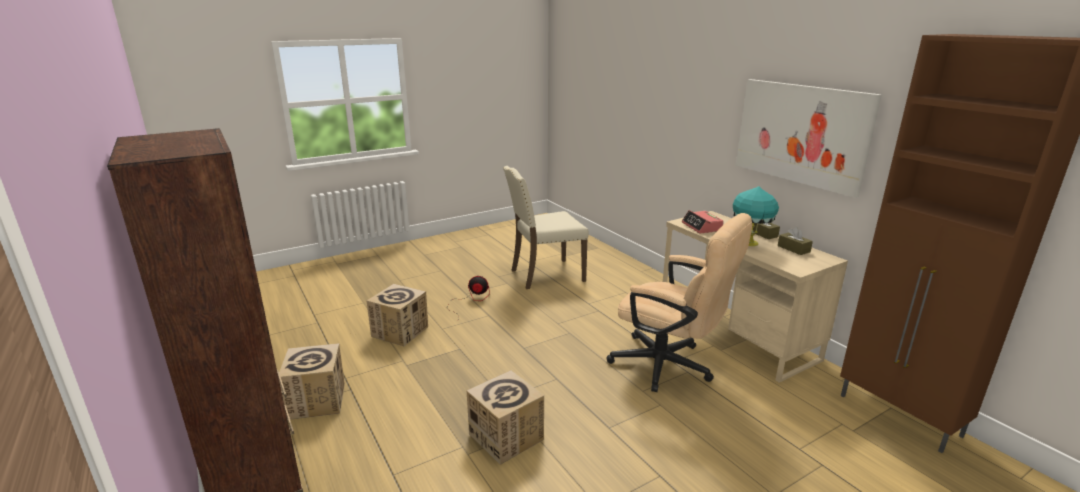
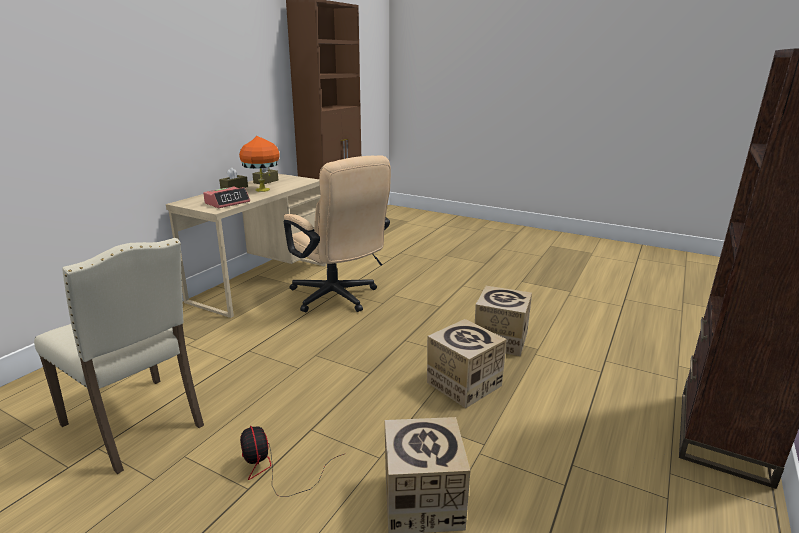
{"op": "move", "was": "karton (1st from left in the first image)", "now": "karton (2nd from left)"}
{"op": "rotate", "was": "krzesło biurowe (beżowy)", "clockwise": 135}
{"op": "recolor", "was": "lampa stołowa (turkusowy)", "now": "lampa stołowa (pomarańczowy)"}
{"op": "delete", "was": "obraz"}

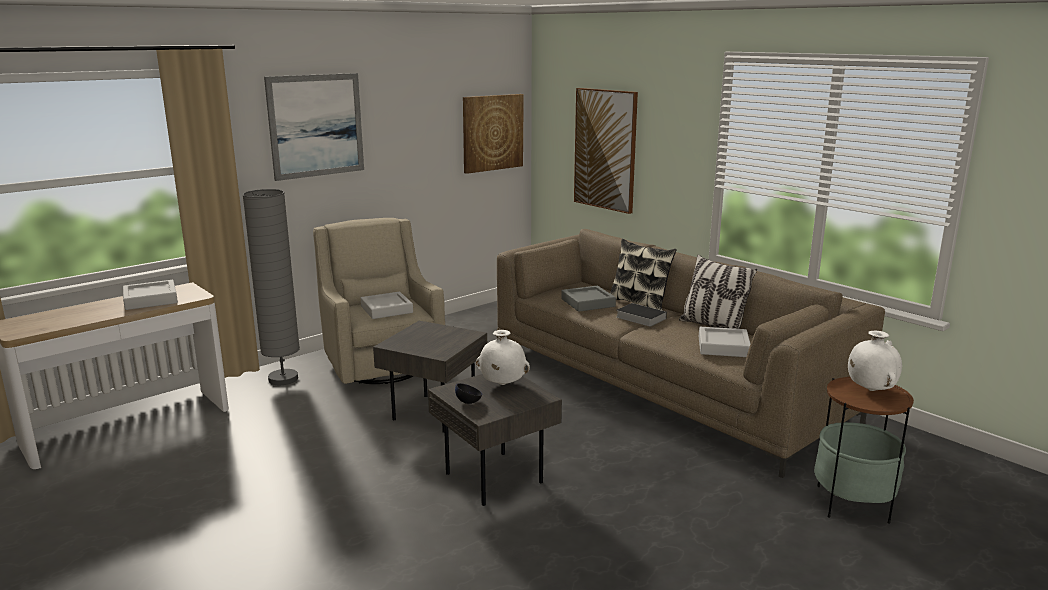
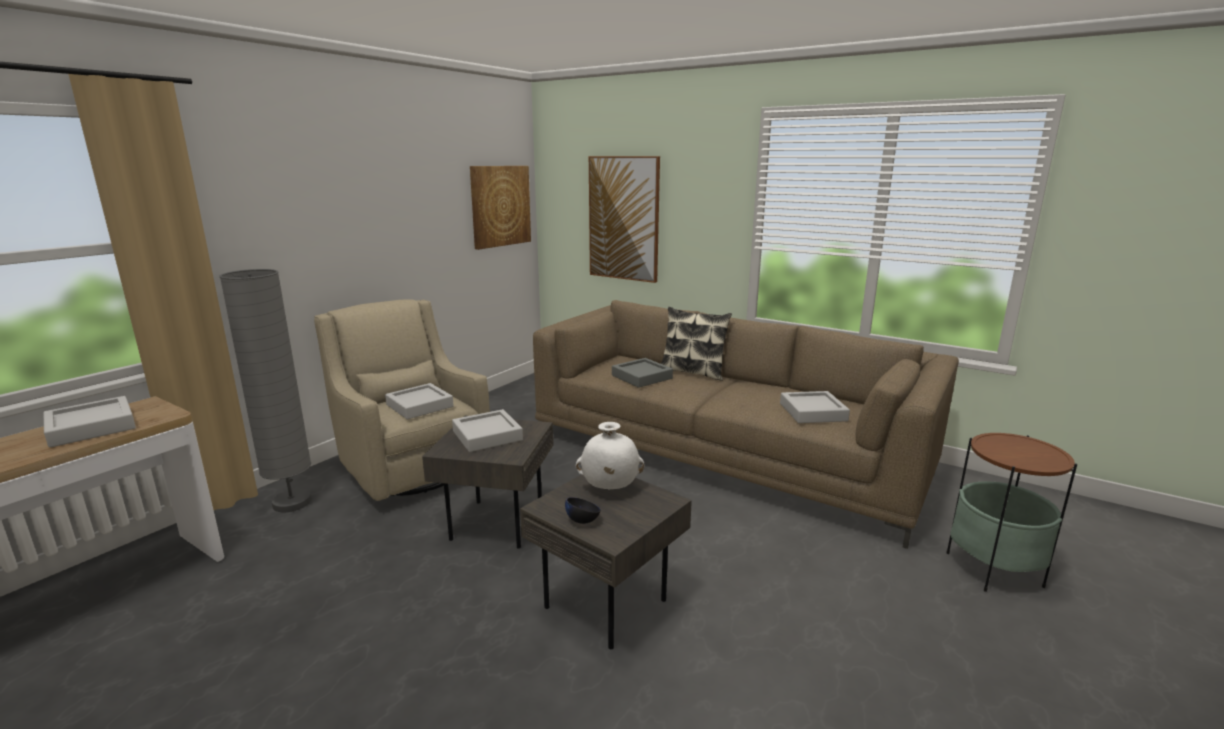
{"op": "delete", "was": "obraz (1st from left)"}
{"op": "delete", "was": "książka"}
{"op": "delete", "was": "poduszka (2nd from left)"}
{"op": "delete", "was": "wazon (biały) (2nd from left)"}
{"op": "insert", "now": "taca (szary) (3rd from left)"}

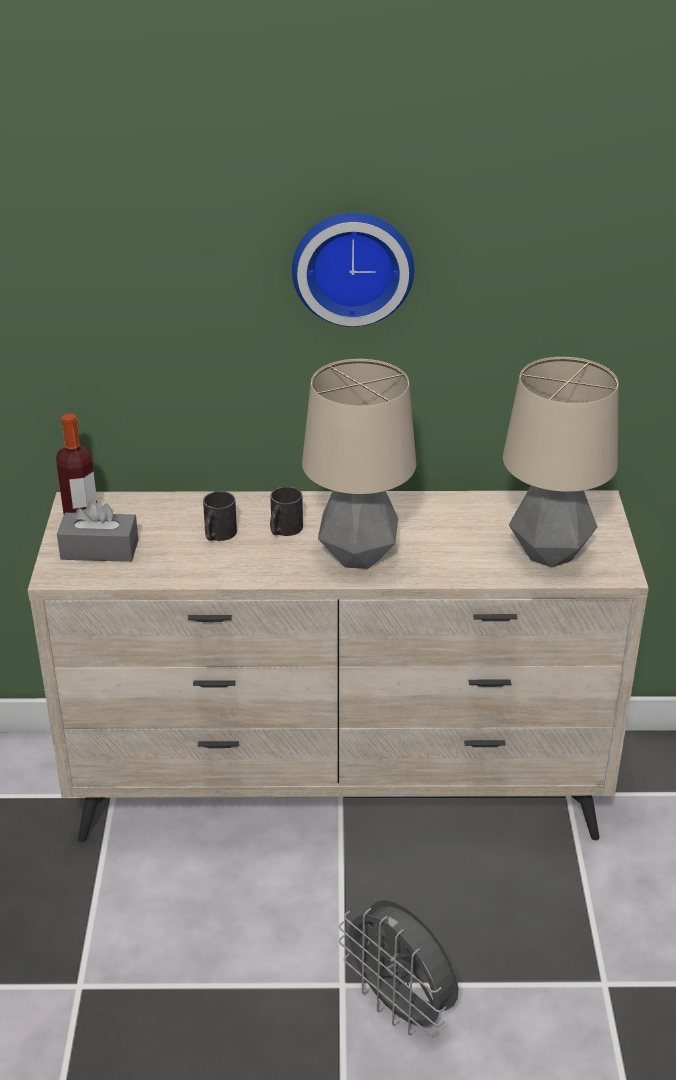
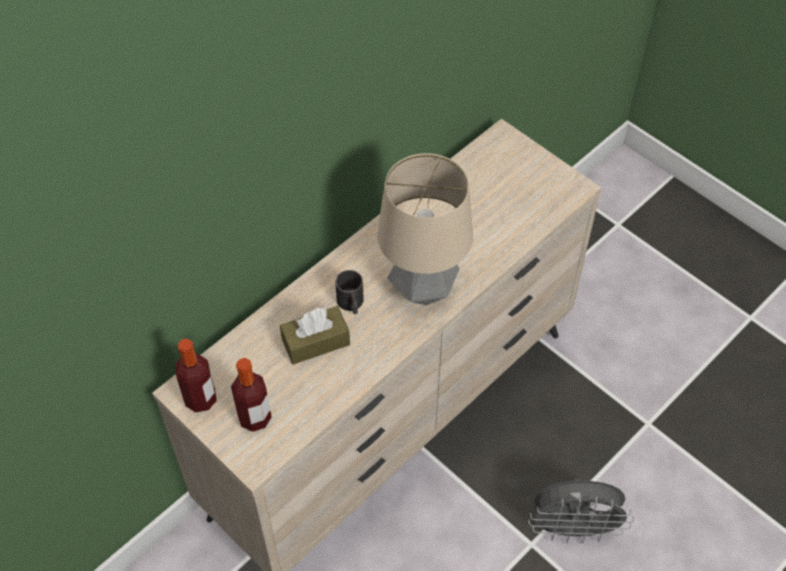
{"op": "replace", "was": "pudełko chusteczek (szary)", "now": "butelka (2nd from left)"}
{"op": "replace", "was": "kubek (czarny) (1st from left)", "now": "pudełko chusteczek (brązowy)"}
{"op": "delete", "was": "zegar ścienny"}
{"op": "delete", "was": "lampa stołowa (2nd from left)"}

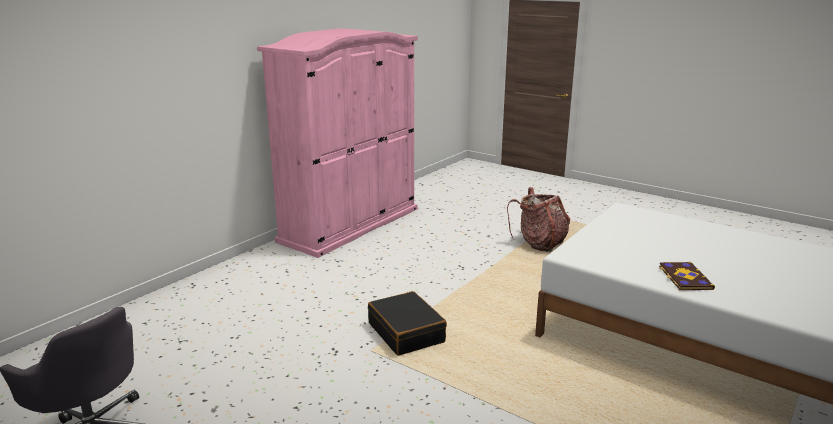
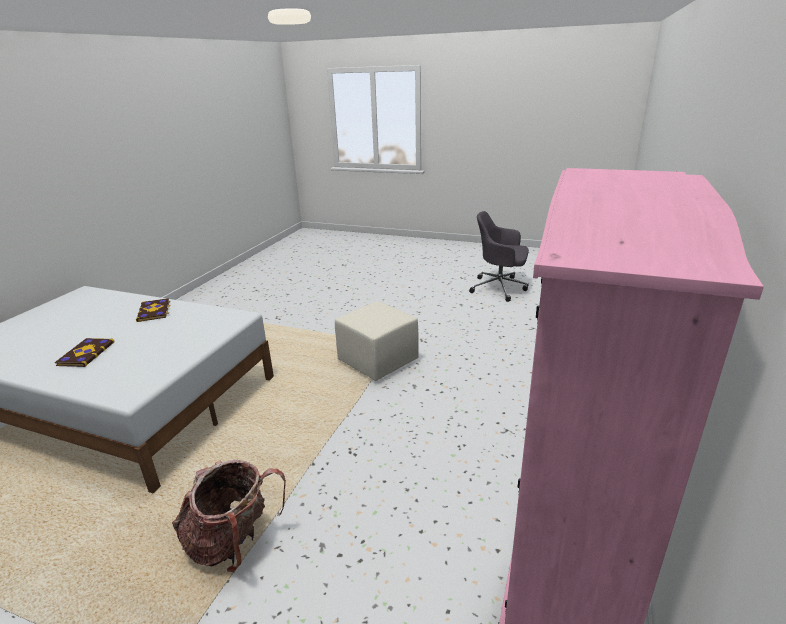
{"op": "replace", "was": "walizka (czarny)", "now": "pufa (beżowy)"}
{"op": "insert", "now": "książka (1st from left)"}

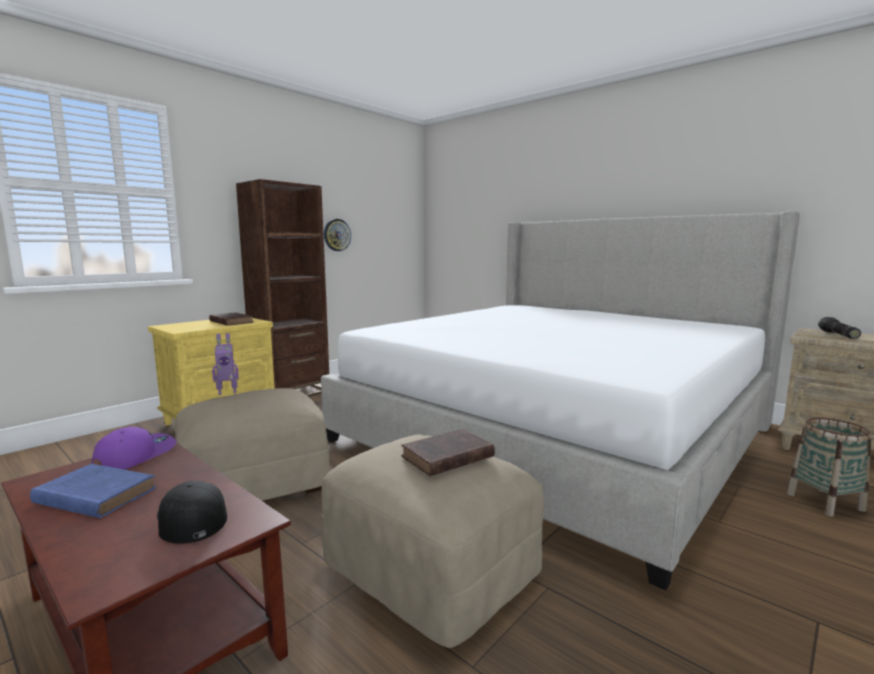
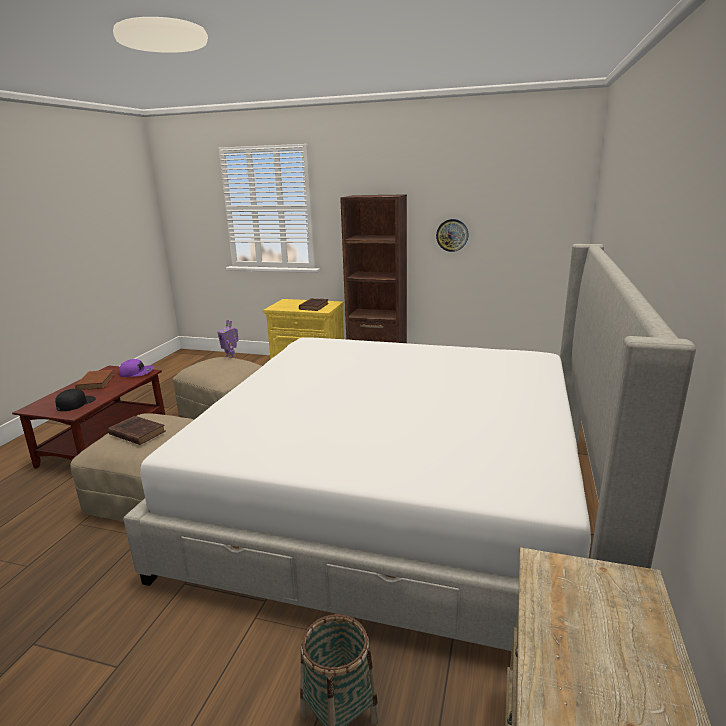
{"op": "recolor", "was": "książka (niebieski)", "now": "książka (brązowy) (1st from left)"}
{"op": "delete", "was": "latarka"}

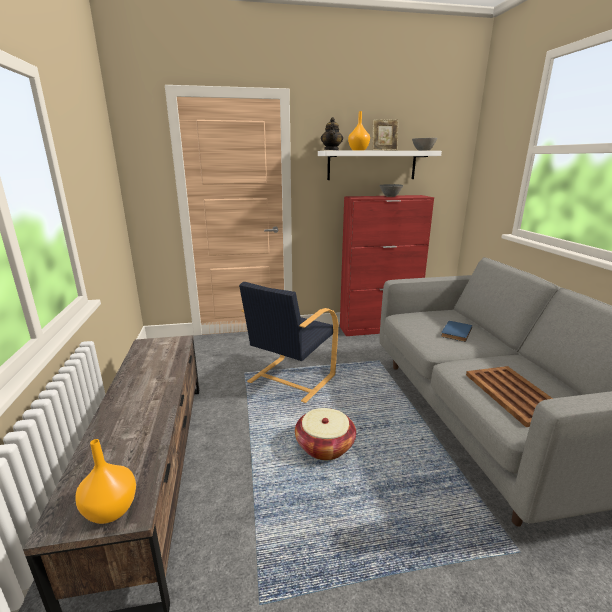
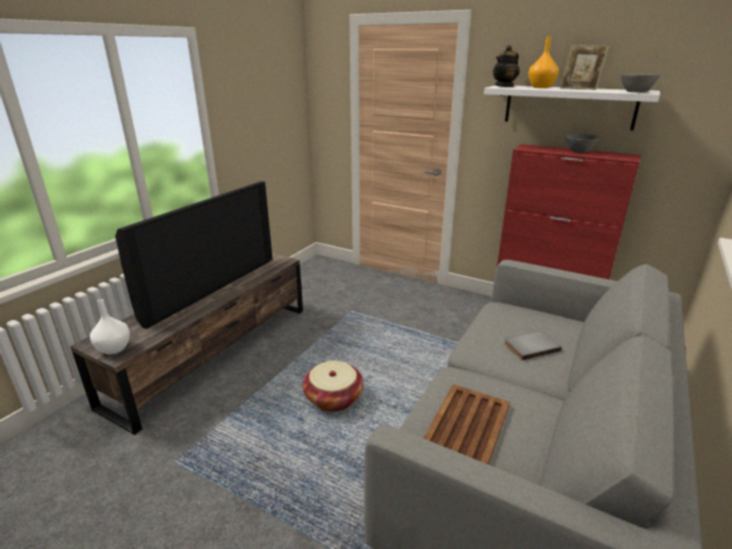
{"op": "recolor", "was": "wazon (pomarańczowy) (1st from left)", "now": "wazon (biały)"}
{"op": "delete", "was": "fotel (czarny)"}
{"op": "recolor", "was": "książka (niebieski)", "now": "książka (szary)"}
{"op": "insert", "now": "telewizor"}

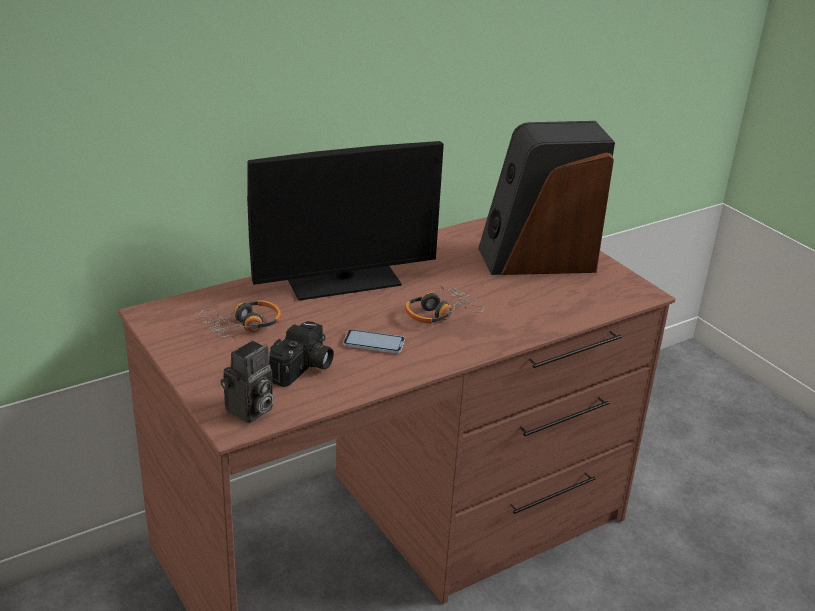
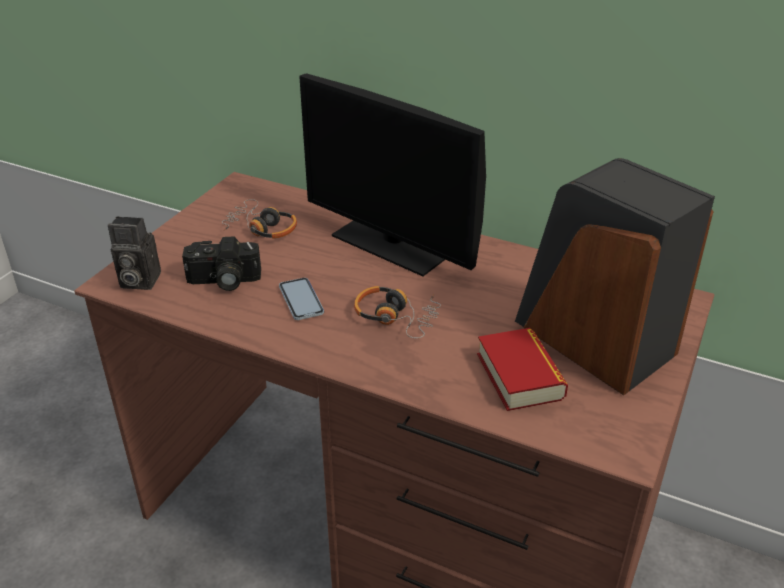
{"op": "insert", "now": "książka"}

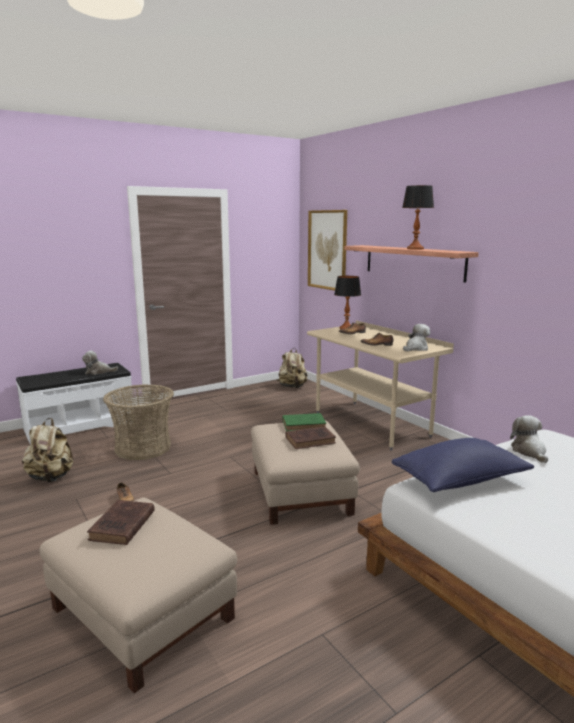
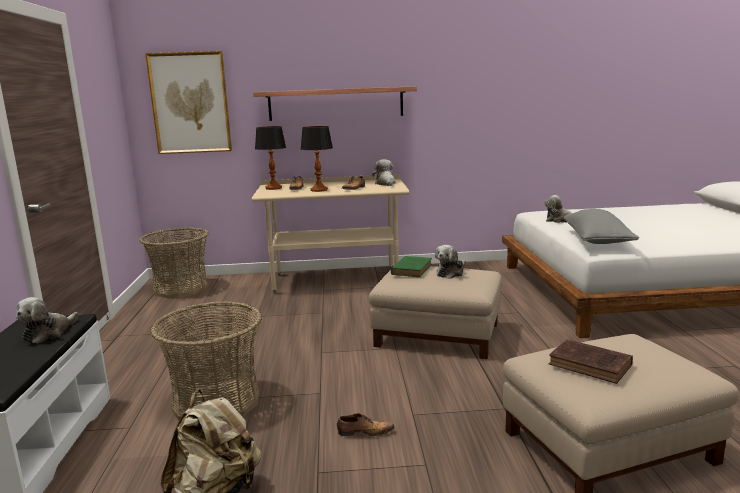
{"op": "replace", "was": "plecak (beżowy) (2nd from left)", "now": "koszyk (1st from left)"}
{"op": "replace", "was": "książka (brązowy) (2nd from left)", "now": "pluszak (3rd from left)"}
{"op": "recolor", "was": "poduszka (niebieski)", "now": "poduszka (szary)"}
{"op": "move", "was": "lampa stołowa (2nd from left)"}

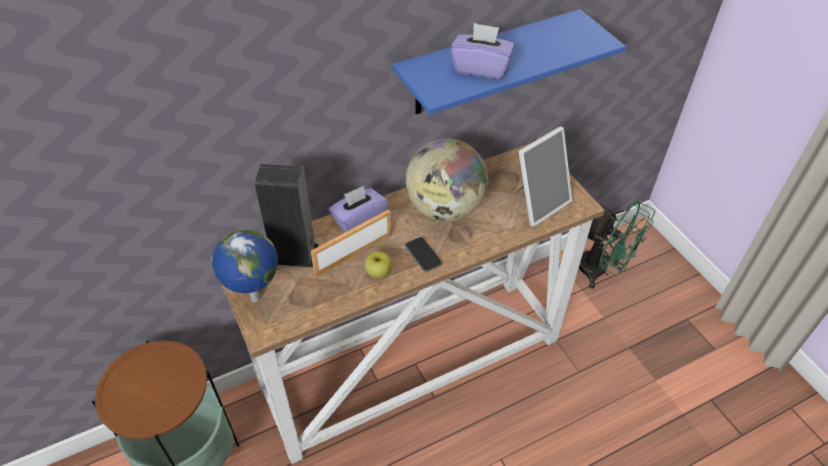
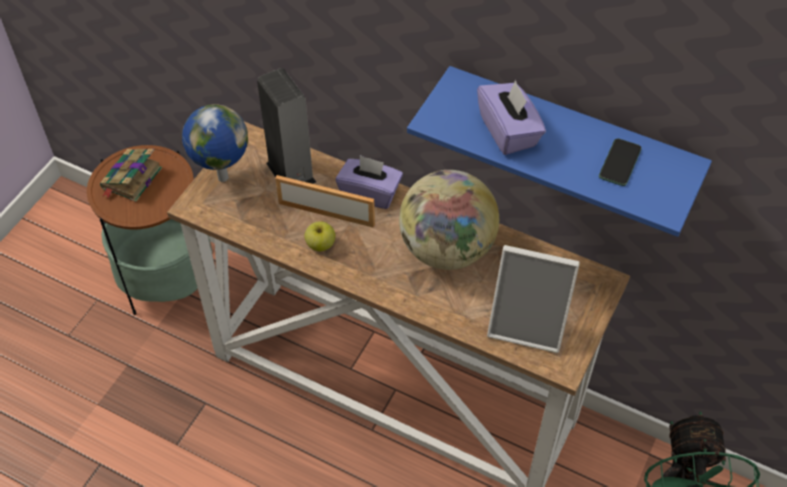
{"op": "move", "was": "telefon"}
{"op": "insert", "now": "książka"}

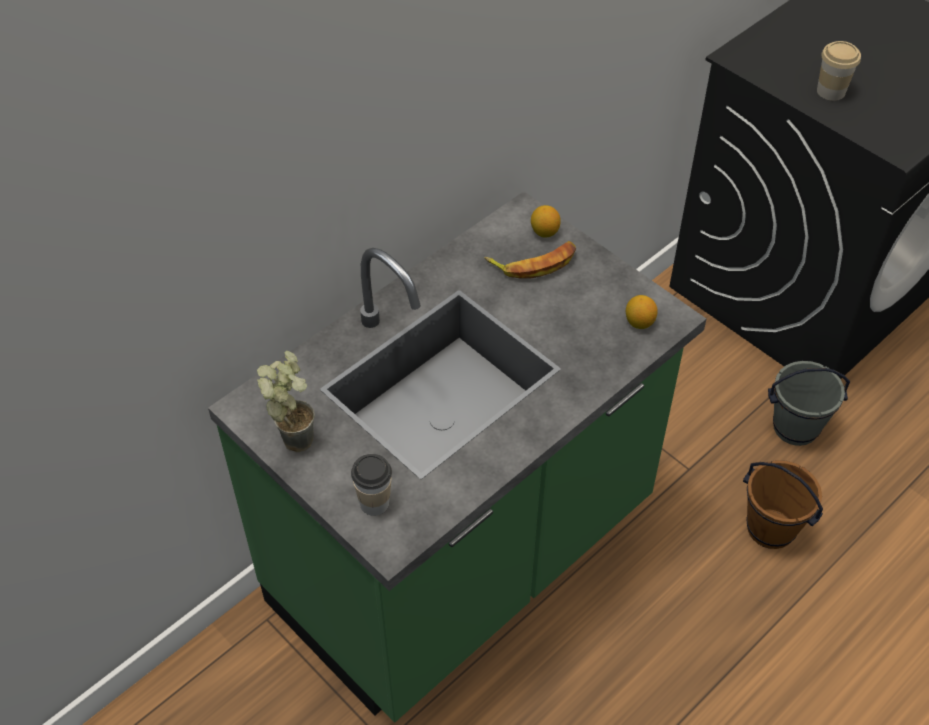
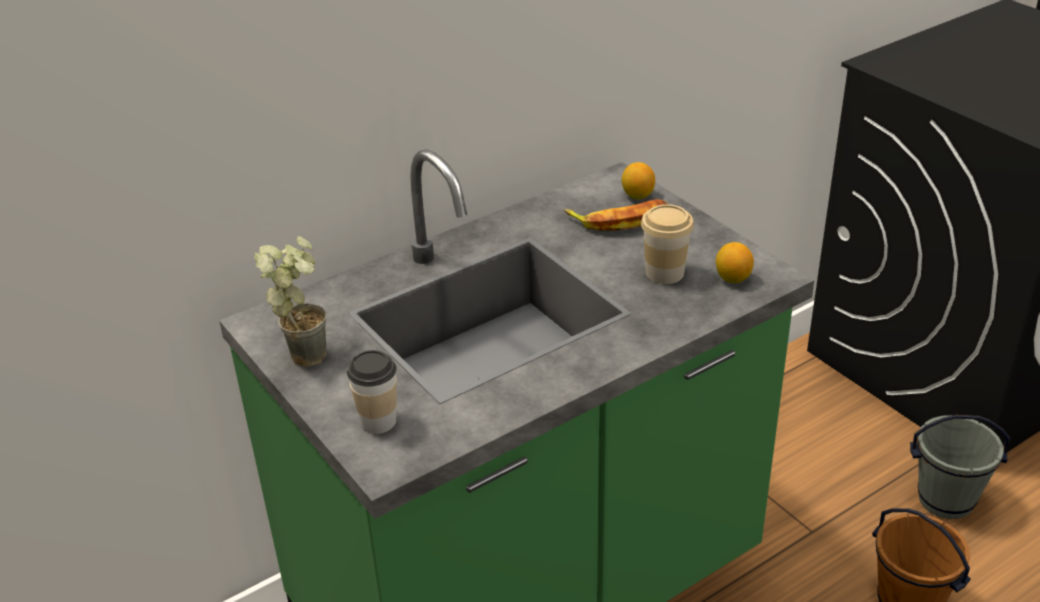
{"op": "move", "was": "filiżanka (2nd from left)"}

